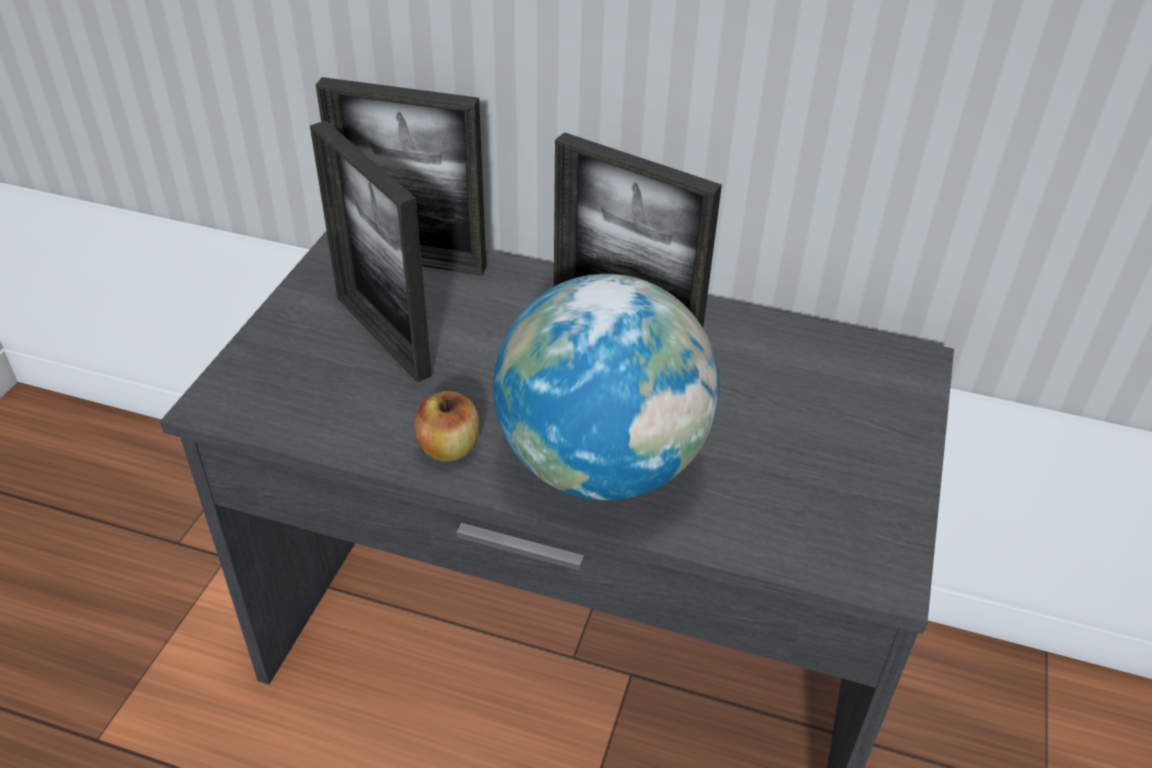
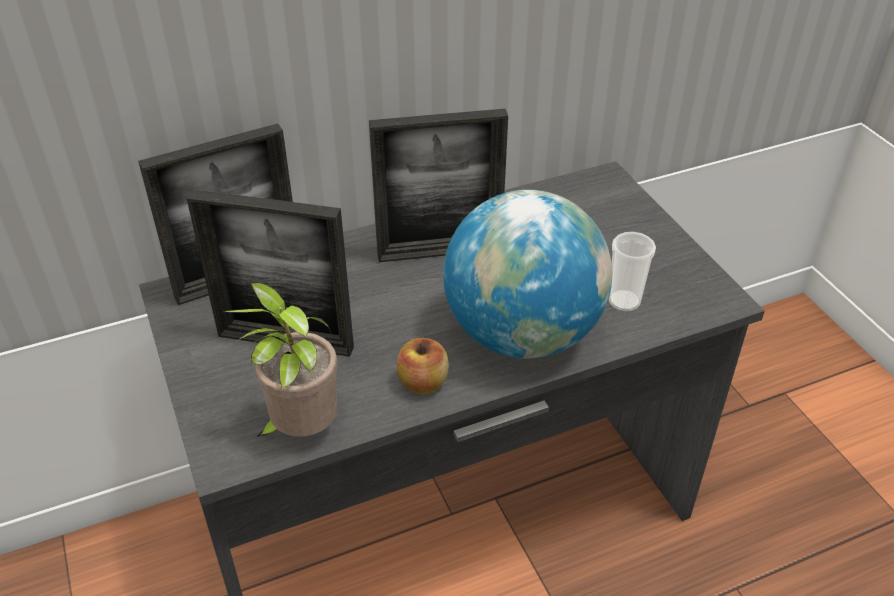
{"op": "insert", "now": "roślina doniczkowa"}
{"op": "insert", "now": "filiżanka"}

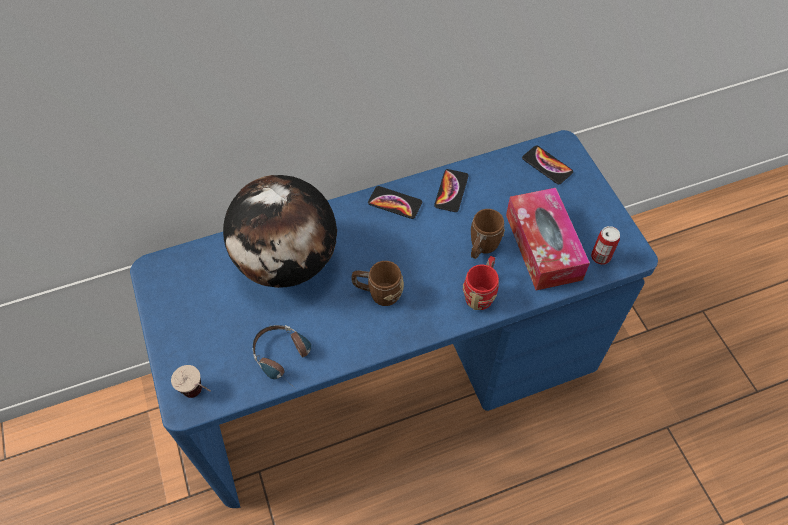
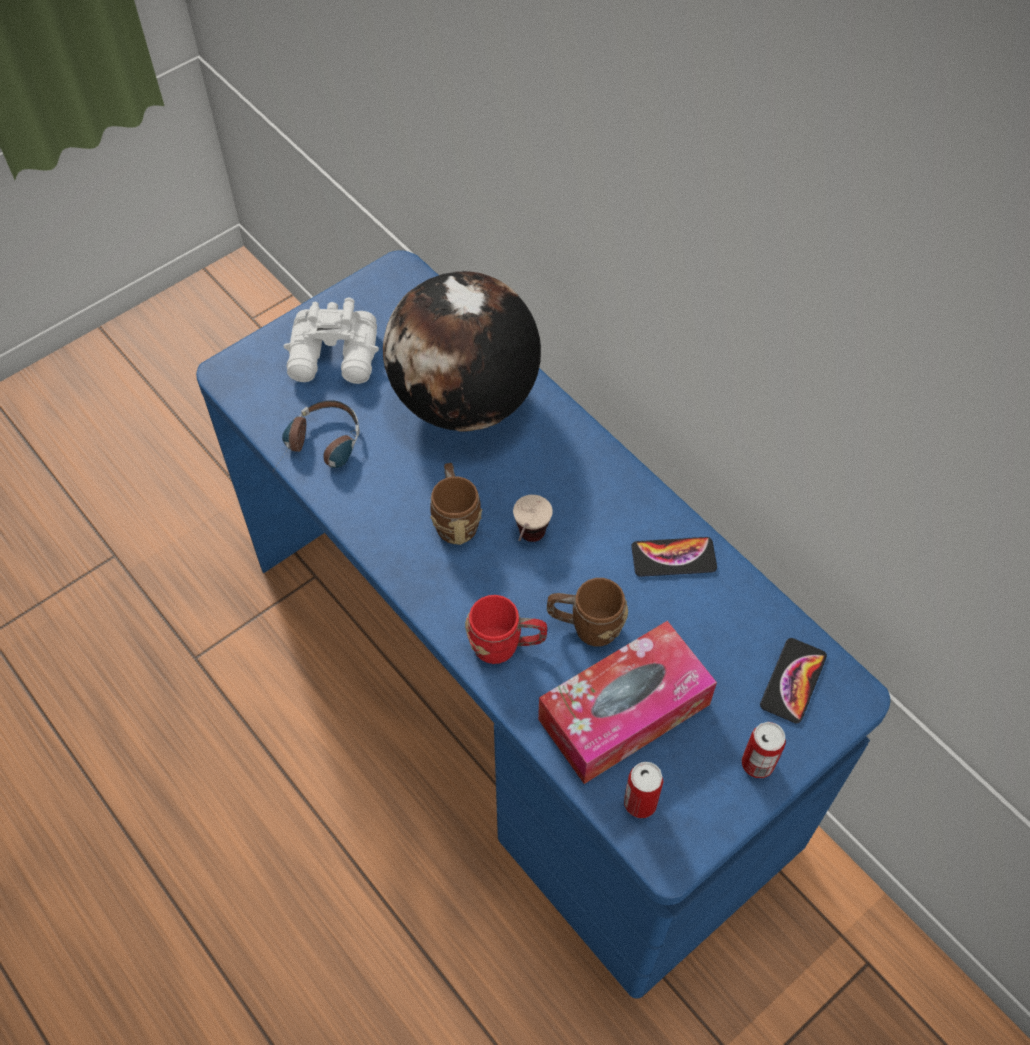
{"op": "move", "was": "filiżanka"}
{"op": "delete", "was": "telefon (1st from left)"}
{"op": "insert", "now": "lornetka (biały)"}
{"op": "insert", "now": "puszka (2nd from left)"}

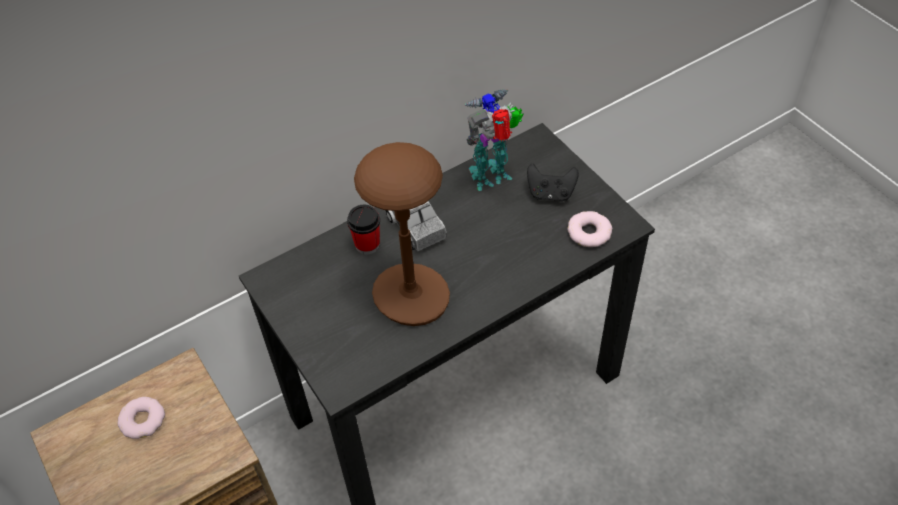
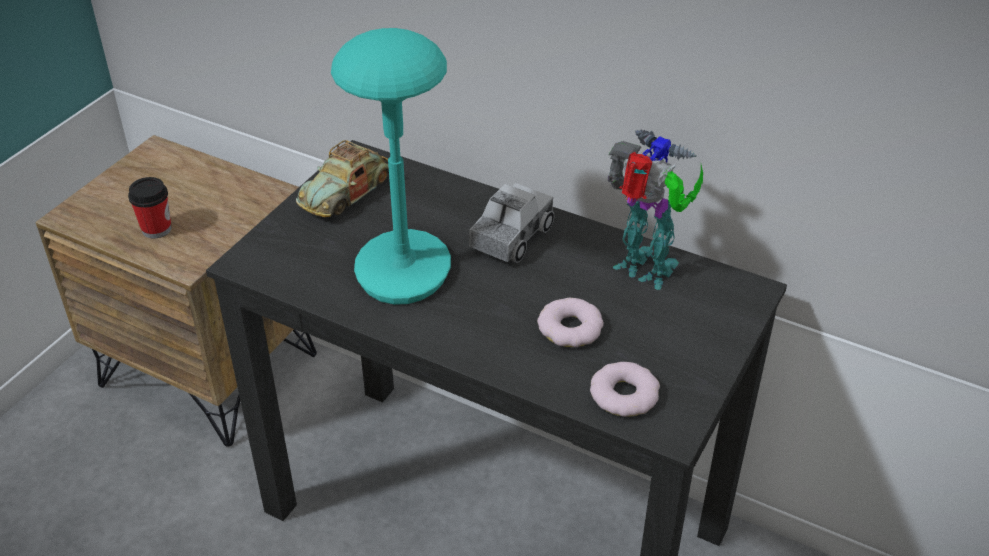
{"op": "move", "was": "donut (1st from left)"}
{"op": "move", "was": "filiżanka"}
{"op": "recolor", "was": "lampa stołowa (brązowy)", "now": "lampa stołowa (turkusowy)"}
{"op": "delete", "was": "pad do gier (czarny)"}
{"op": "insert", "now": "samochodzik"}

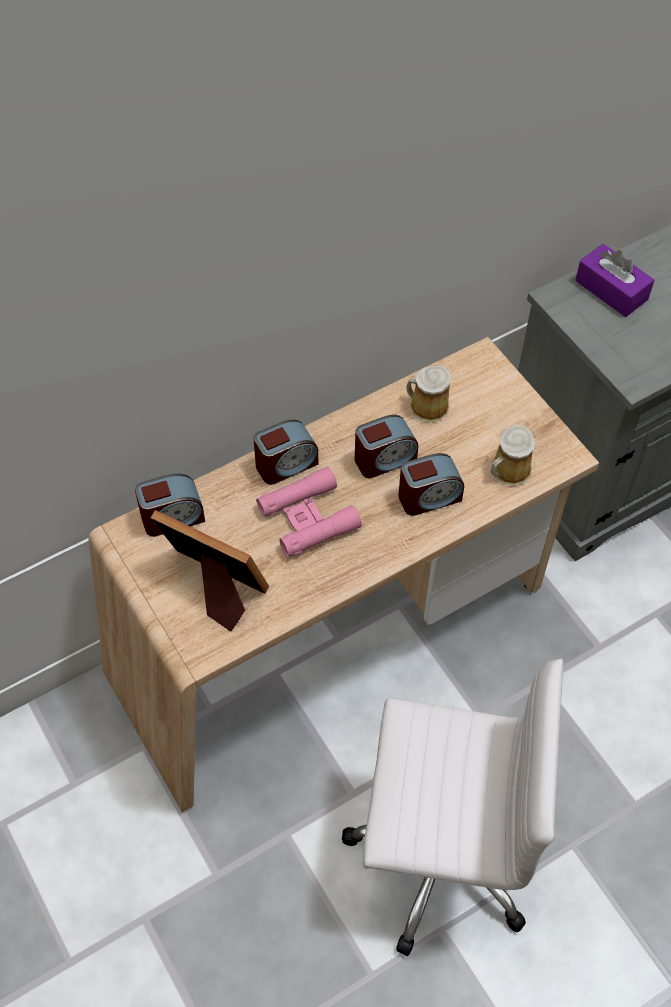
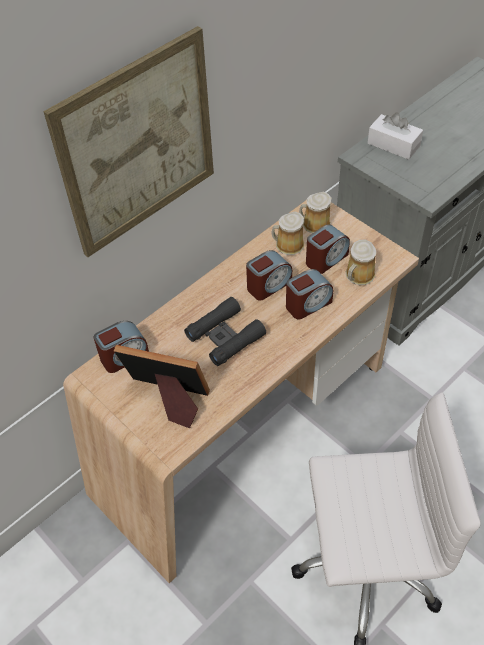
{"op": "move", "was": "budzik (2nd from left in the first image)", "now": "budzik (4th from left)"}
{"op": "recolor", "was": "lornetka (różowy)", "now": "lornetka (czarny)"}
{"op": "recolor", "was": "pudełko chusteczek (fioletowy)", "now": "pudełko chusteczek (biały)"}
{"op": "insert", "now": "obraz"}
{"op": "insert", "now": "kubek (2nd from left)"}

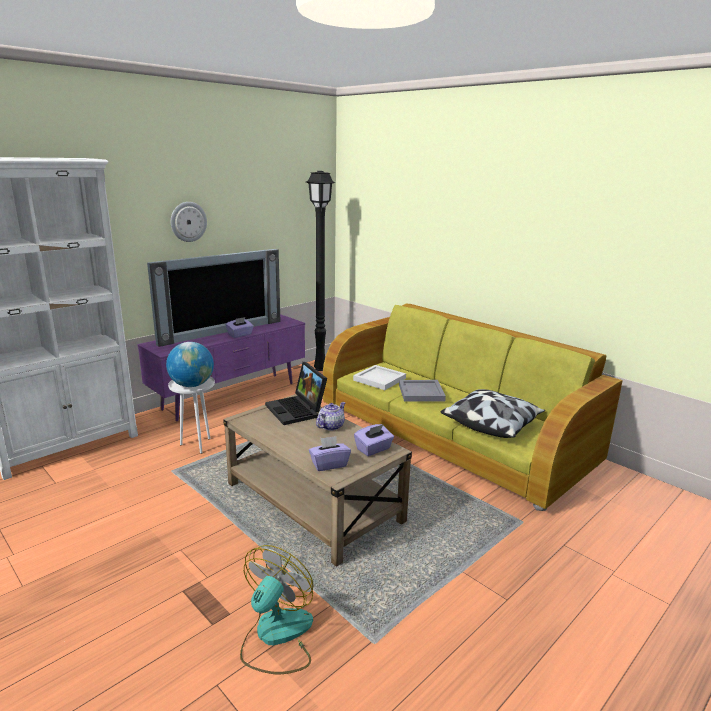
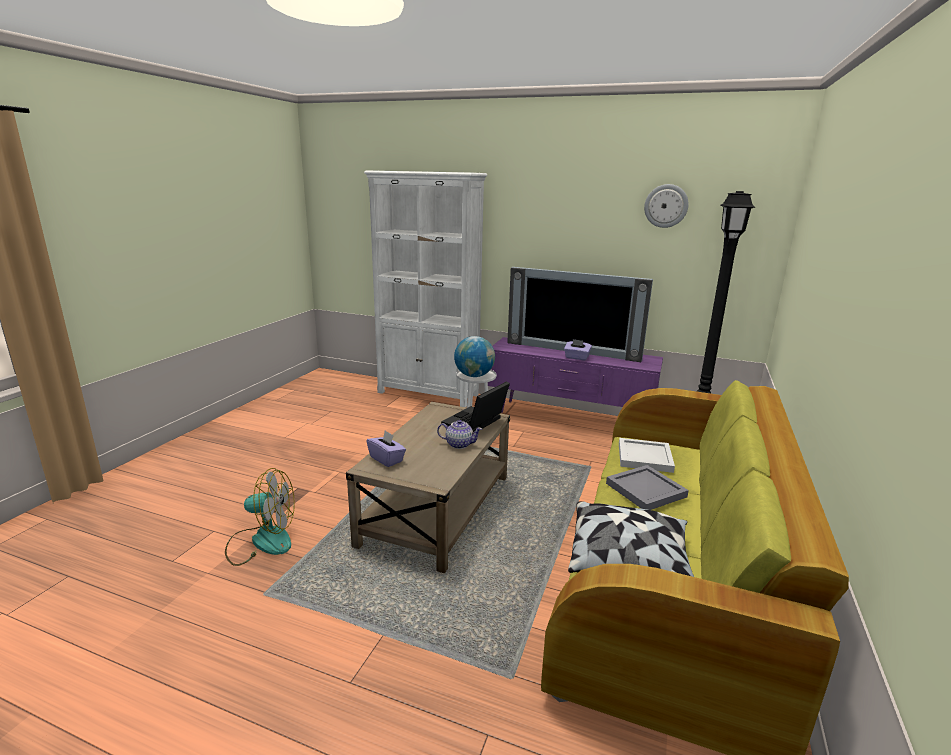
{"op": "move", "was": "zegar ścienny"}
{"op": "delete", "was": "pudełko chusteczek (fioletowy) (3rd from left)"}

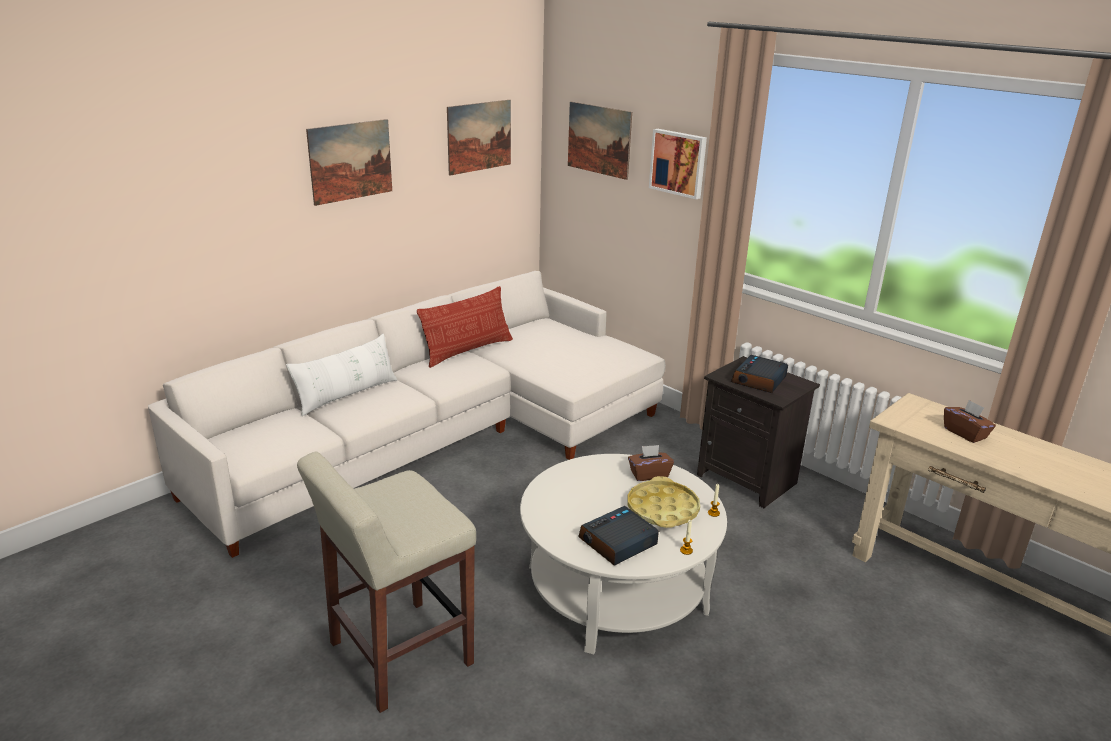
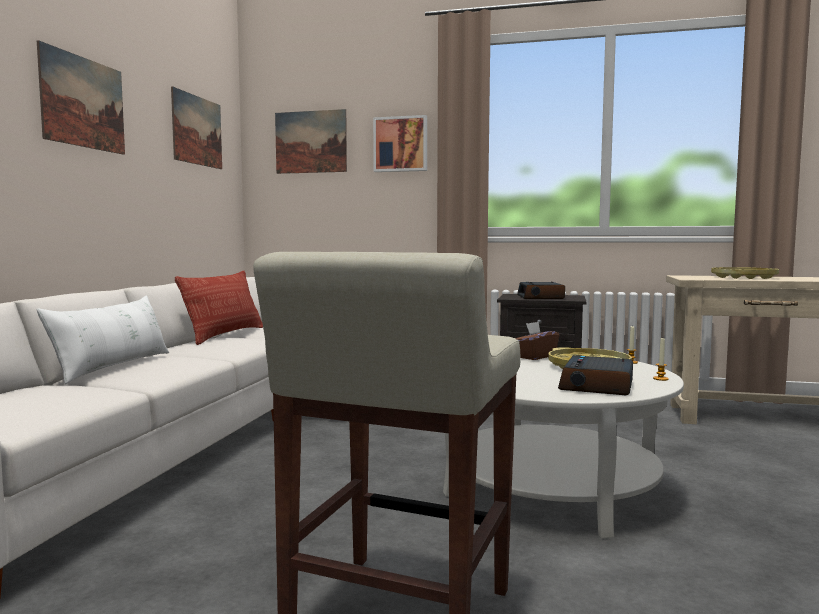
{"op": "replace", "was": "pudełko chusteczek (brązowy) (2nd from left)", "now": "taca (żółty) (2nd from left)"}

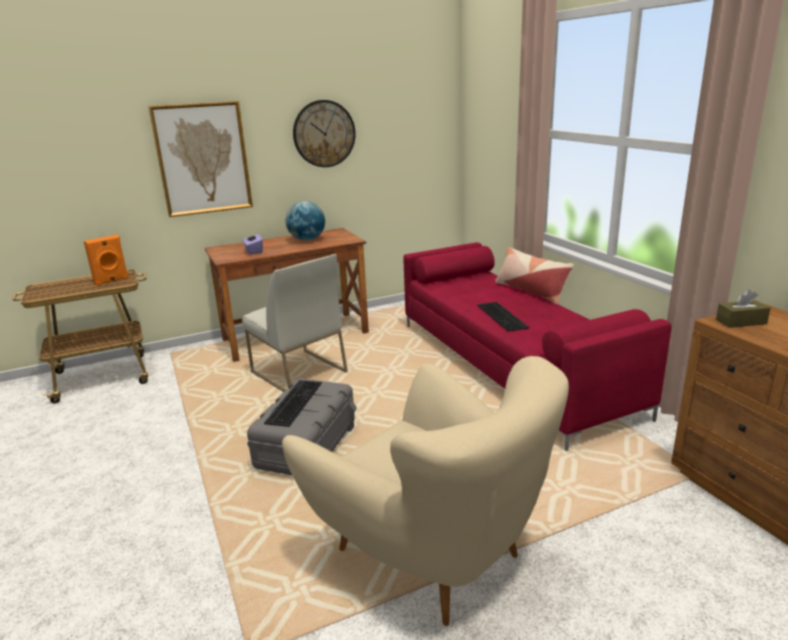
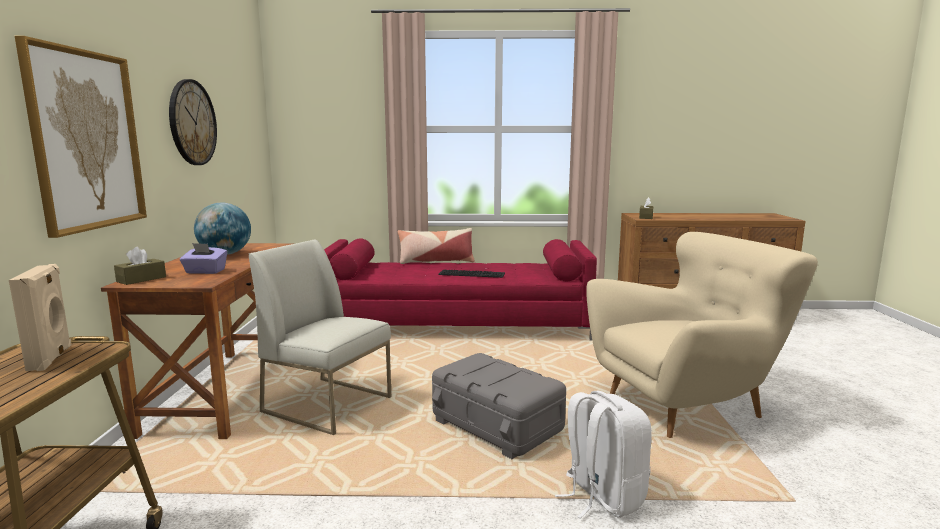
{"op": "recolor", "was": "głośnik (pomarańczowy)", "now": "głośnik (beżowy)"}
{"op": "rotate", "was": "krzesło (biały)", "clockwise": -135}
{"op": "delete", "was": "klawiatura (1st from left)"}
{"op": "insert", "now": "pudełko chusteczek (brązowy) (1st from left)"}
{"op": "insert", "now": "plecak (biały)"}

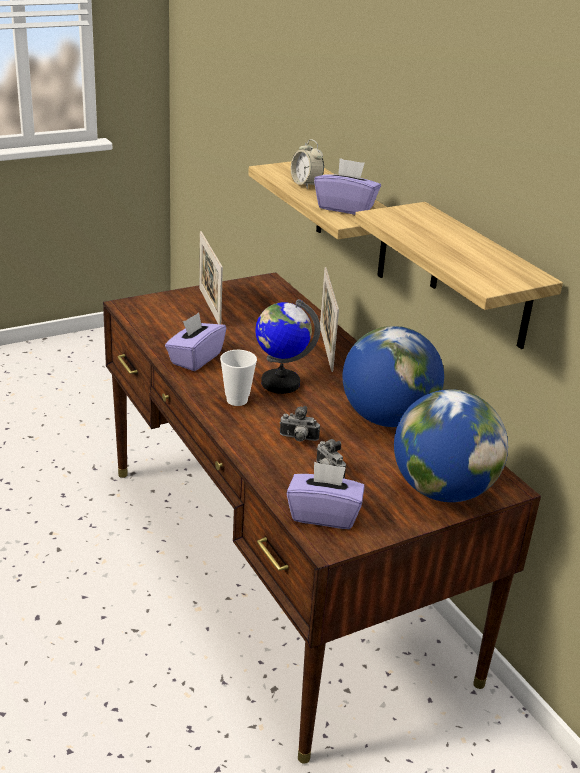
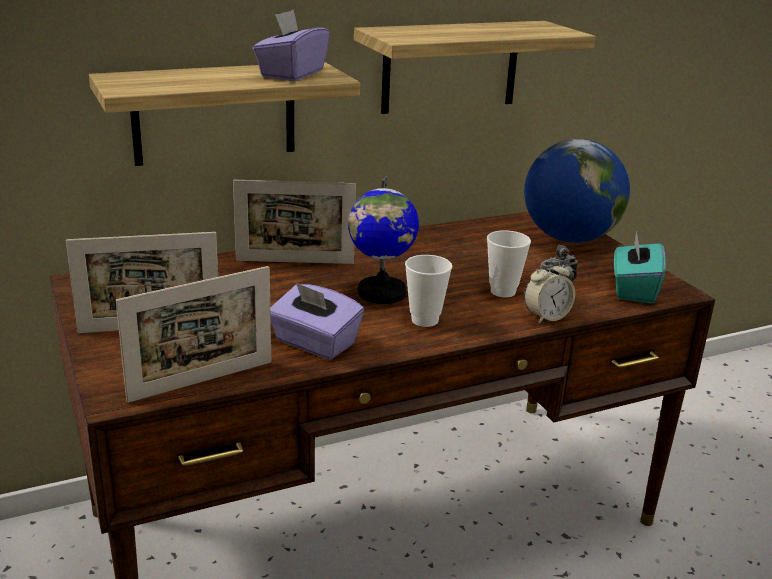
{"op": "replace", "was": "aparat fotograficzny (1st from left)", "now": "filiżanka (2nd from left)"}
{"op": "recolor", "was": "pudełko chusteczek (fioletowy) (2nd from left)", "now": "pudełko chusteczek (turkusowy)"}
{"op": "move", "was": "budzik"}
{"op": "delete", "was": "globus (2nd from left)"}
{"op": "insert", "now": "ramka na zdjęcie (2nd from left)"}

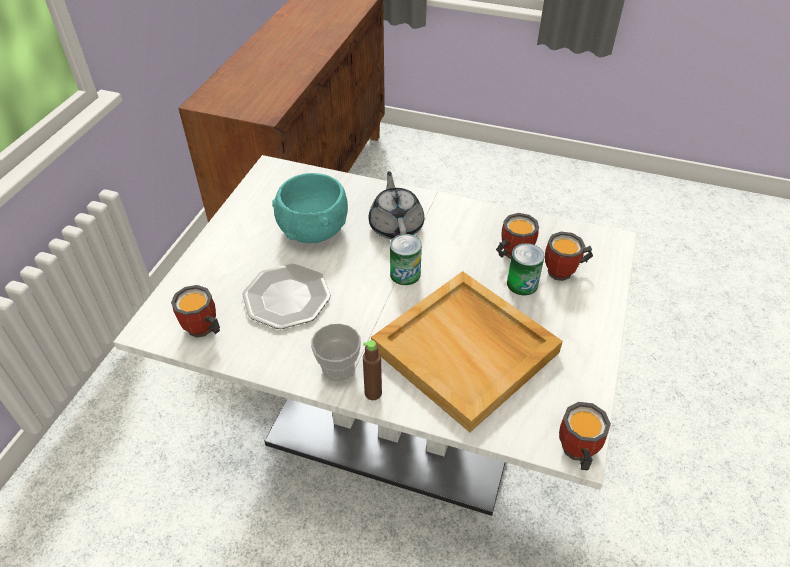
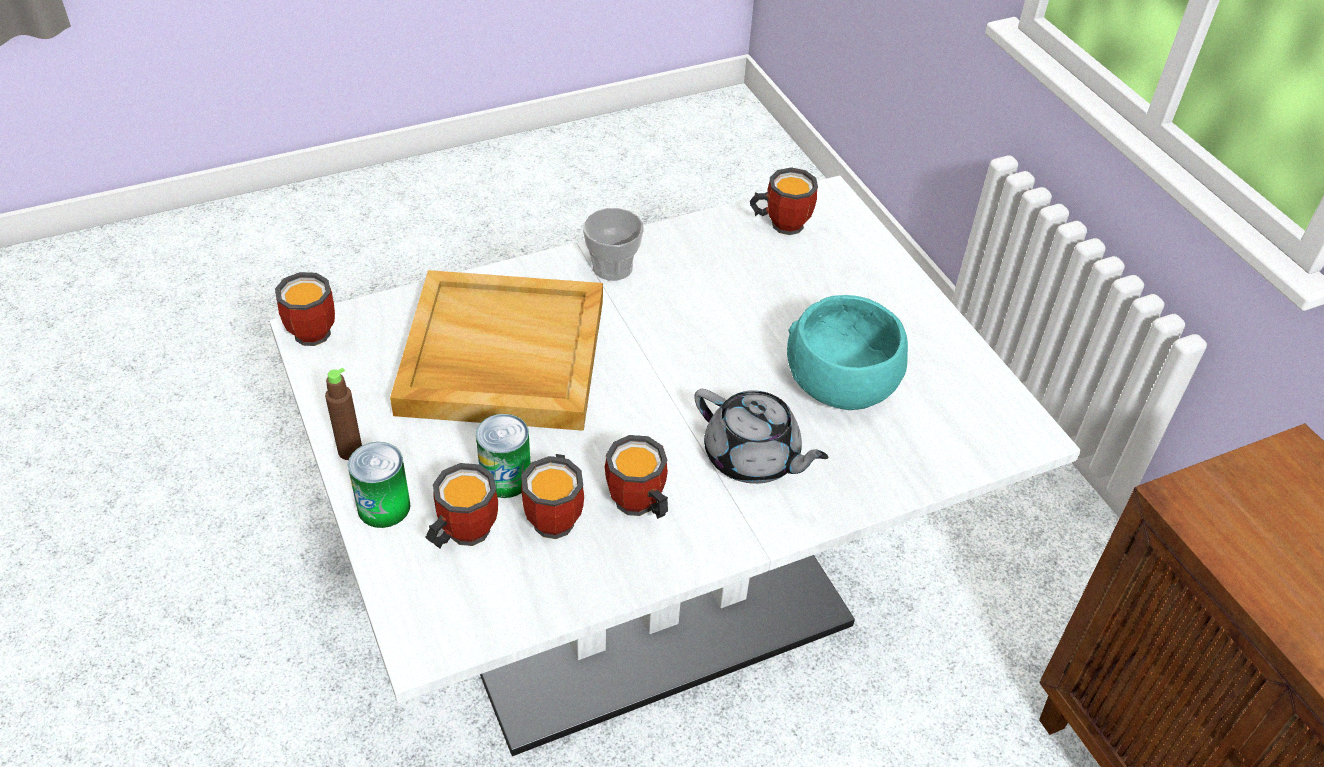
{"op": "delete", "was": "talerz"}
{"op": "move", "was": "butelka (brązowy)"}
{"op": "move", "was": "puszka (1st from left)"}
{"op": "insert", "now": "kubek (4th from left)"}

